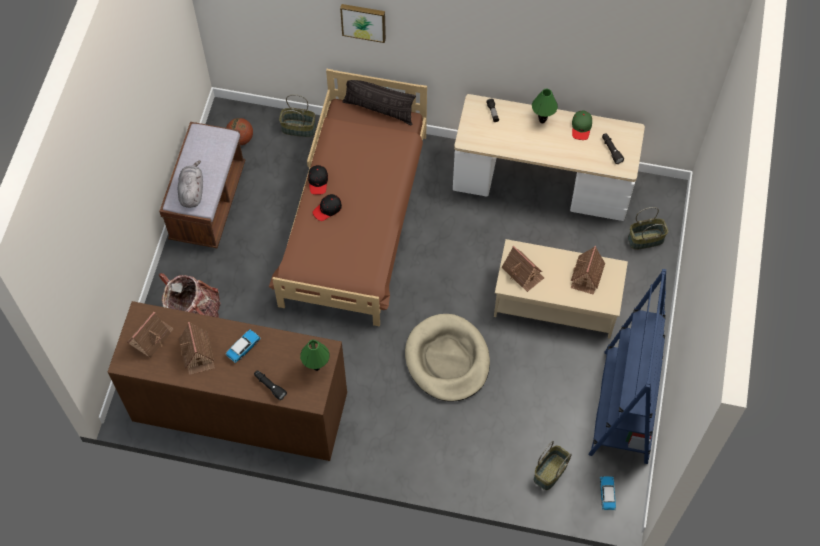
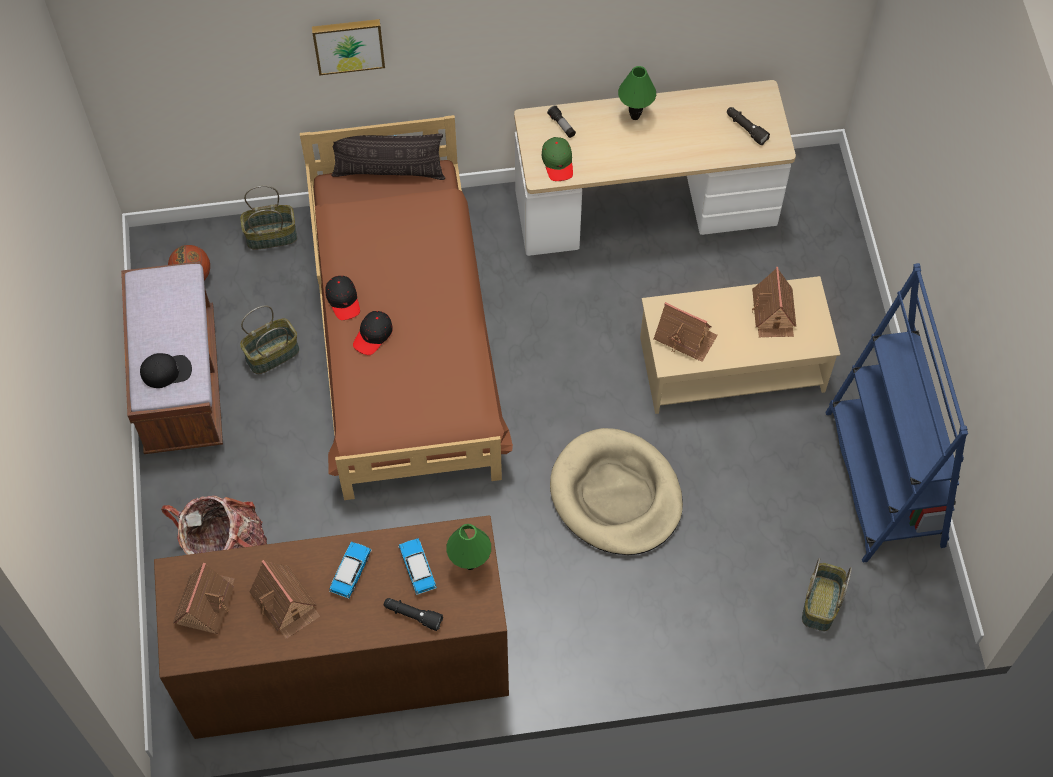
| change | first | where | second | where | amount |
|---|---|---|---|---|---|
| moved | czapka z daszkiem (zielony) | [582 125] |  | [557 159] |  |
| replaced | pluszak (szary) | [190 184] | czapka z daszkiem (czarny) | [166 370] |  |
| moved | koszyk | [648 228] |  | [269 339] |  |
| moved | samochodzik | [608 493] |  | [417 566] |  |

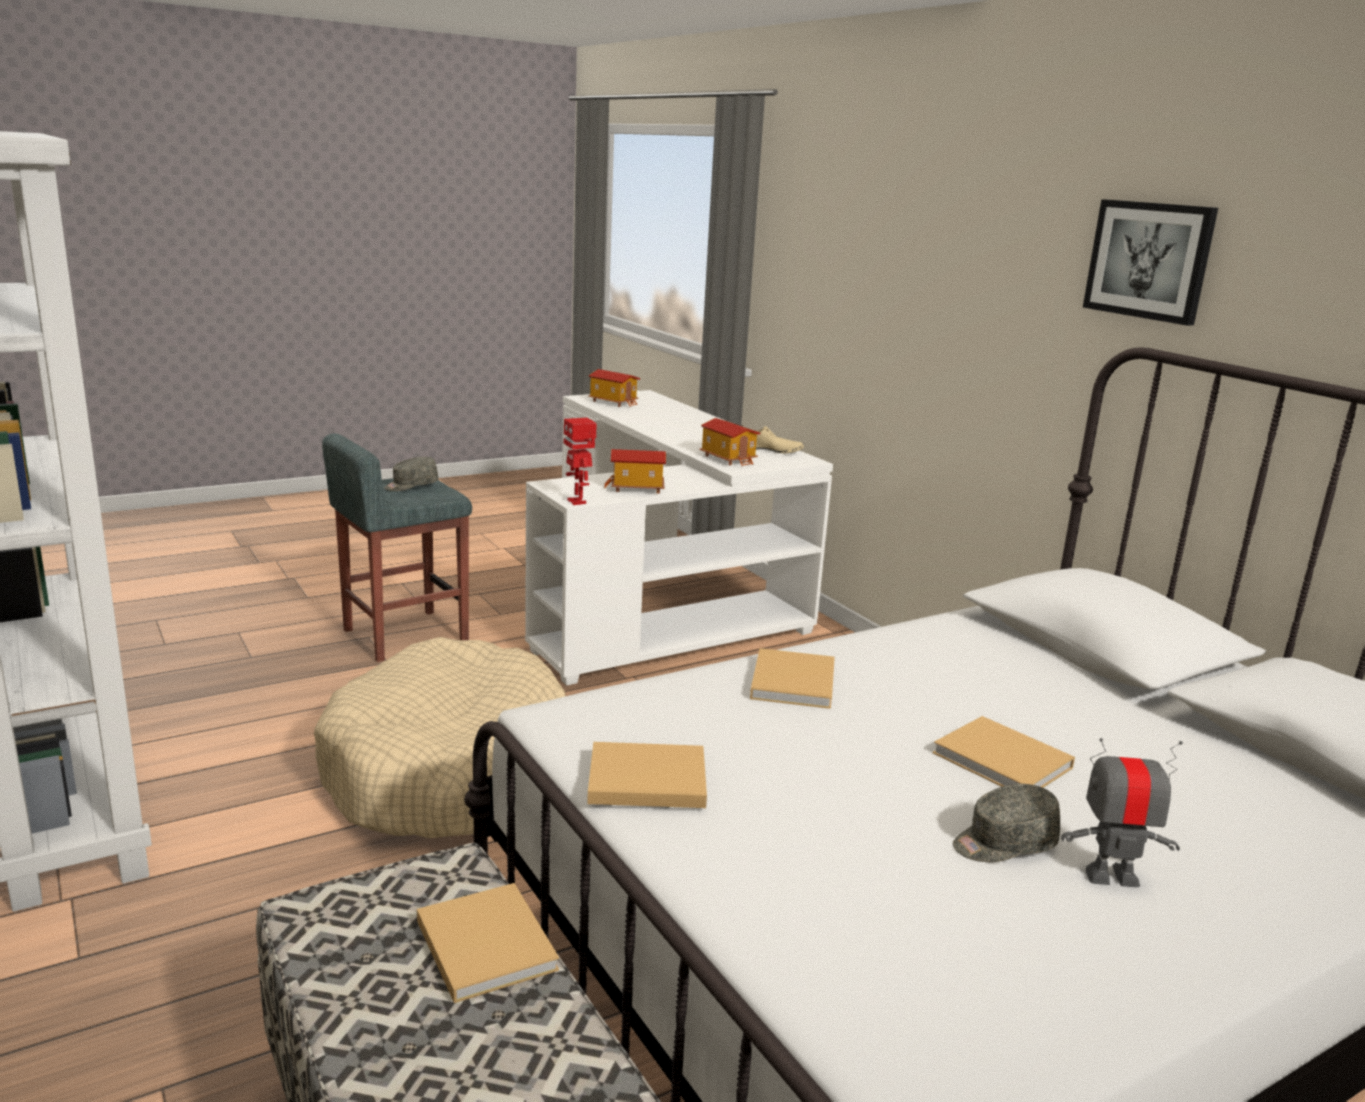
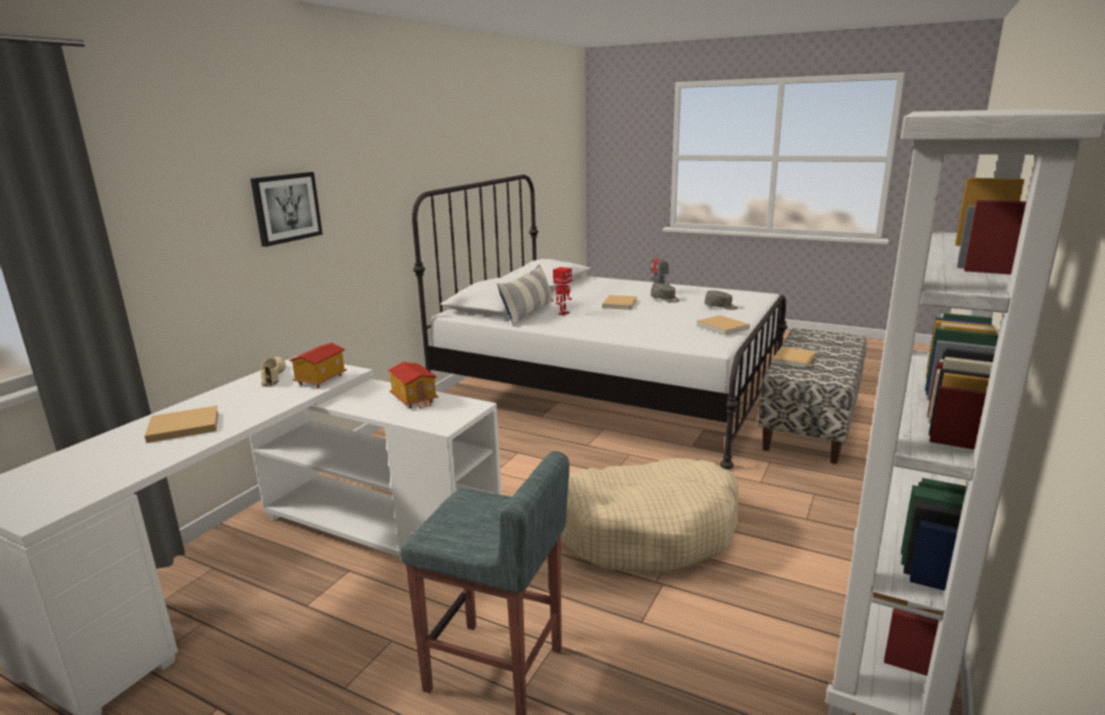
| change | first | where | second | where | amount |
|---|---|---|---|---|---|
| moved | obraz | [1150 262] |  | [286 209] |  |
| removed | domek | [614 388] |  |  |  |
| moved | robot zabawkowy | [580 461] |  | [562 291] |  |
| moved | czapka z daszkiem (szary) | [411 474] |  | [721 300] |  |
| moved | książka (beżowy) | [792 678] |  | [182 424] |  |
| added |  |  | poduszka | [525 295] |  |

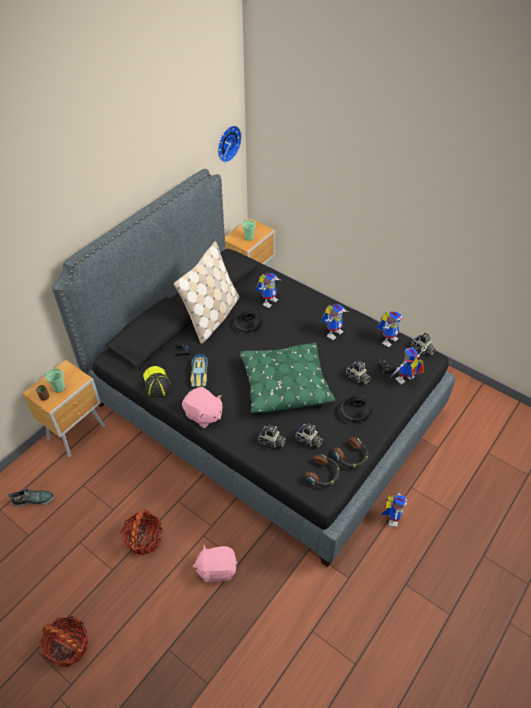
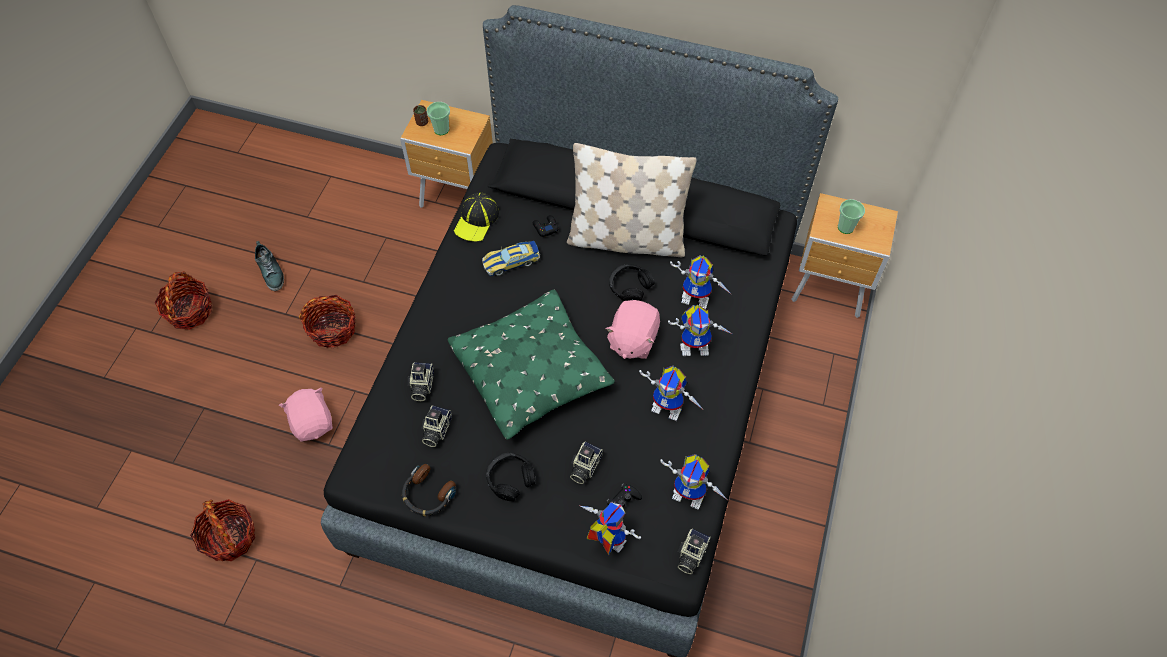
| change | first | where | second | where | amount |
|---|---|---|---|---|---|
| removed | zegar ścienny | [230 143] |  |  |  |
| turned | czapka z daszkiem | [157 382] |  | [476 217] | 150 degrees clockwise |
| moved | pluszak (różowy) | [202 407] |  | [632 329] |  |
| removed | słuchawki | [322 470] |  |  |  |
| moved | but | [31 497] |  | [269 266] |  |
| moved | robot zabawkowy | [394 509] |  | [700 330] |  |
| added |  |  | koszyk | [222 530] |  |

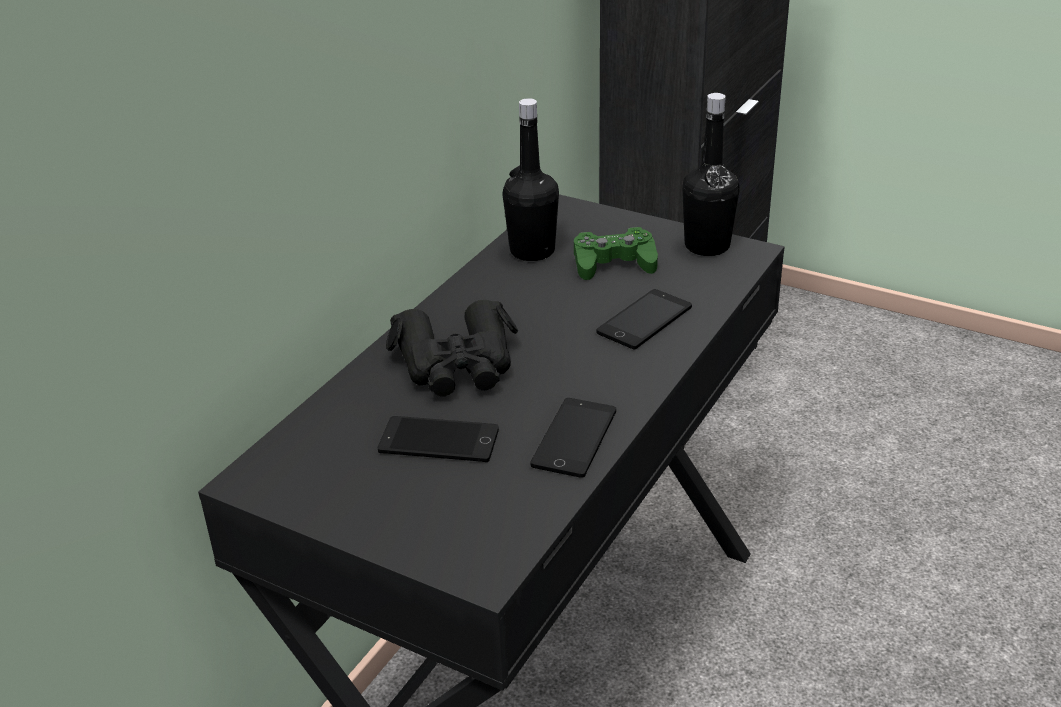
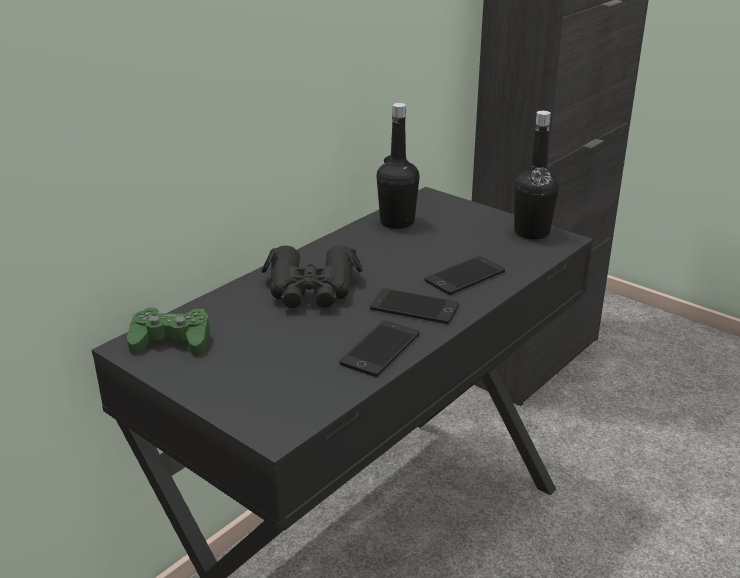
| change | first | where | second | where | amount |
|---|---|---|---|---|---|
| moved | pad do gier (zielony) | [616 253] |  | [168 332] |  |
| moved | telefon | [438 439] |  | [414 306] |  |

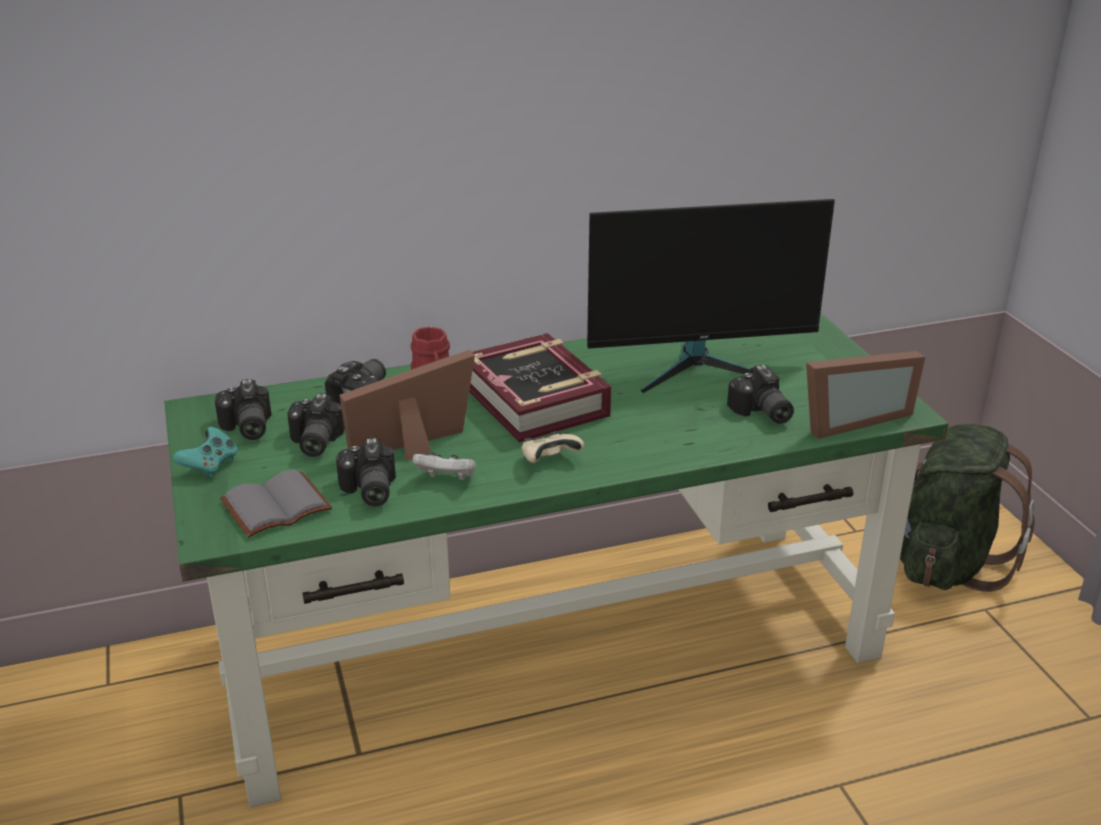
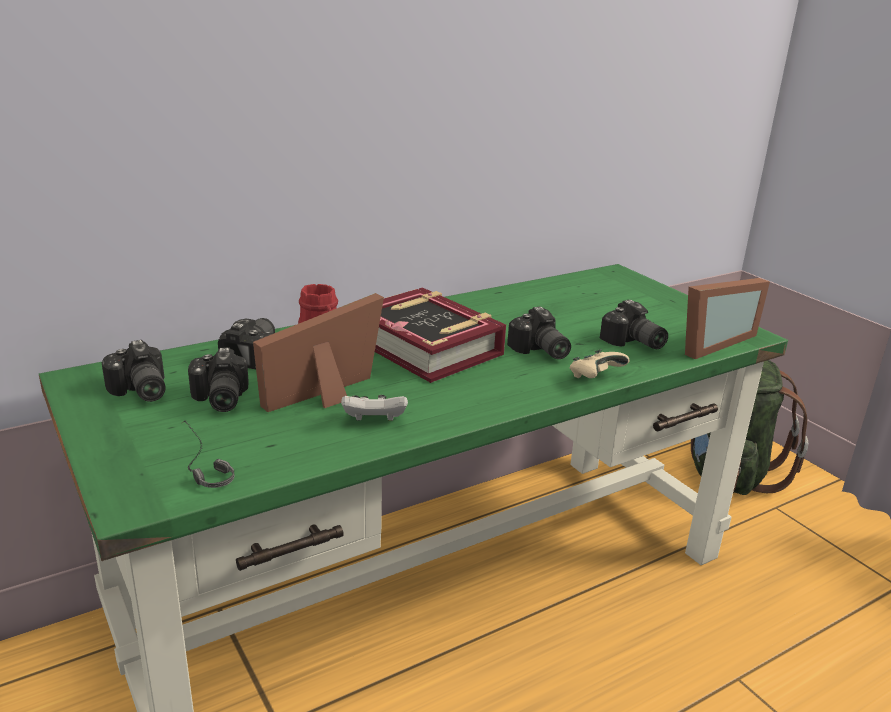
| change | first | where | second | where | amount |
|---|---|---|---|---|---|
| removed | monitor | [711 296] |  |  |  |
| removed | pad do gier (turkusowy) | [205 452] |  |  |  |
| moved | pad do gier (beżowy) | [552 447] |  | [599 363] |  |
| moved | aparat fotograficzny | [366 472] |  | [539 333] |  |
| replaced | książka (szary) | [276 504] | słuchawki | [208 454] |  |

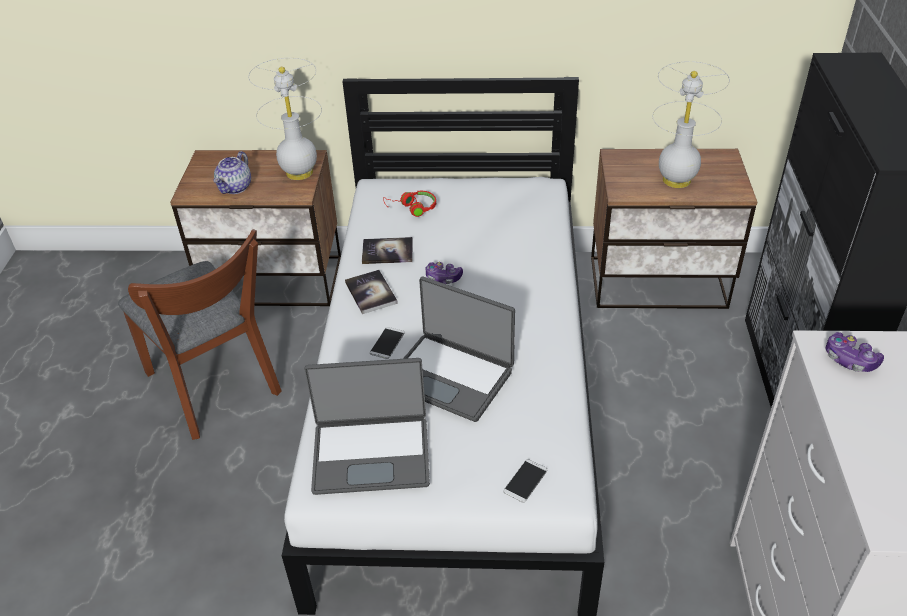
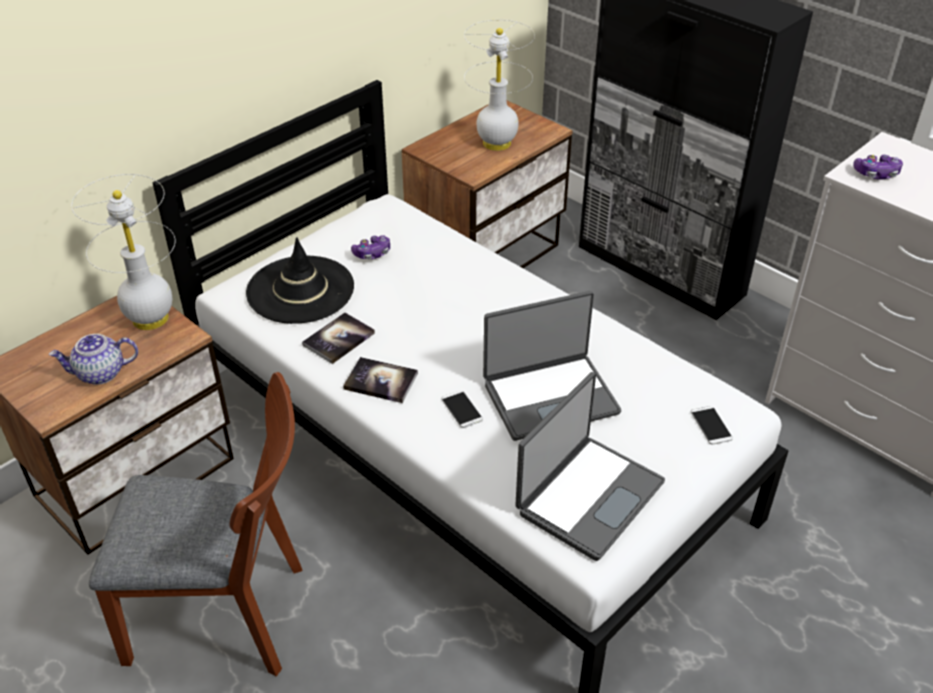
| change | first | where | second | where | amount |
|---|---|---|---|---|---|
| turned | imbryk | [232 172] |  | [93 359] | 105 degrees clockwise |
| replaced | słuchawki (czerwony) | [409 204] | kapelusz (czarny) | [300 280] |  |
| moved | pad do gier | [444 273] |  | [370 247] |  |

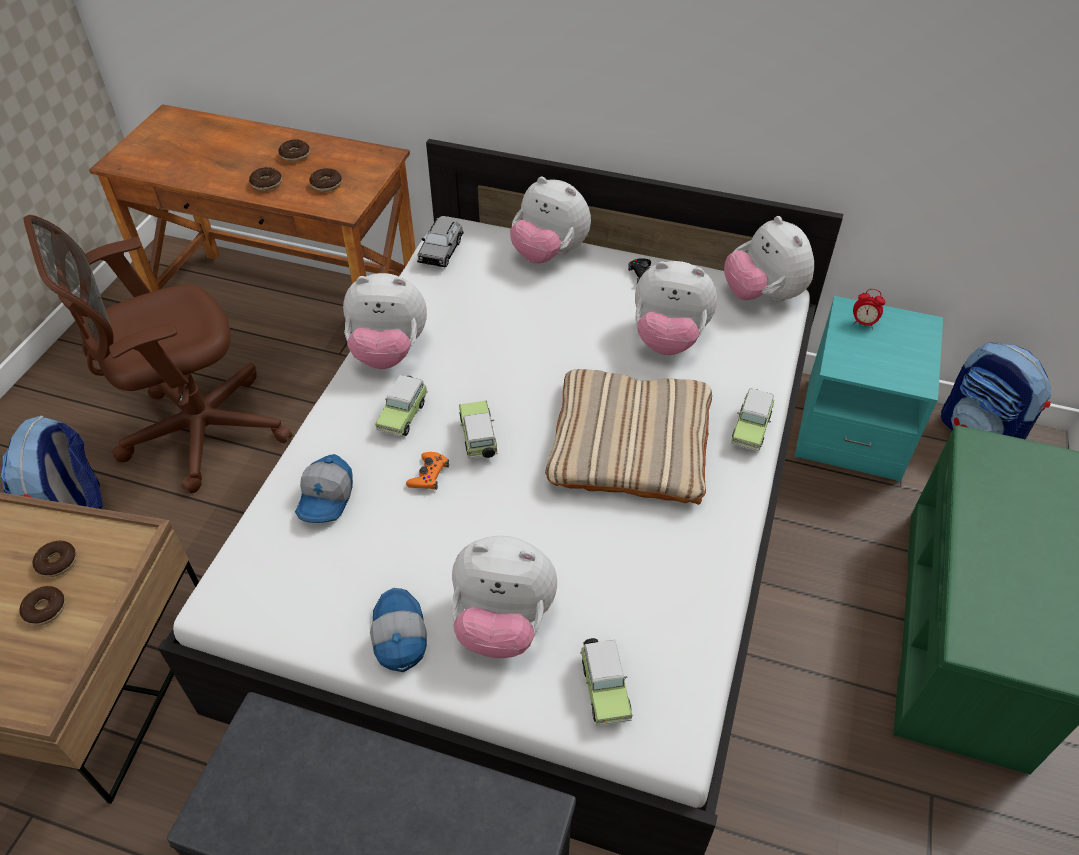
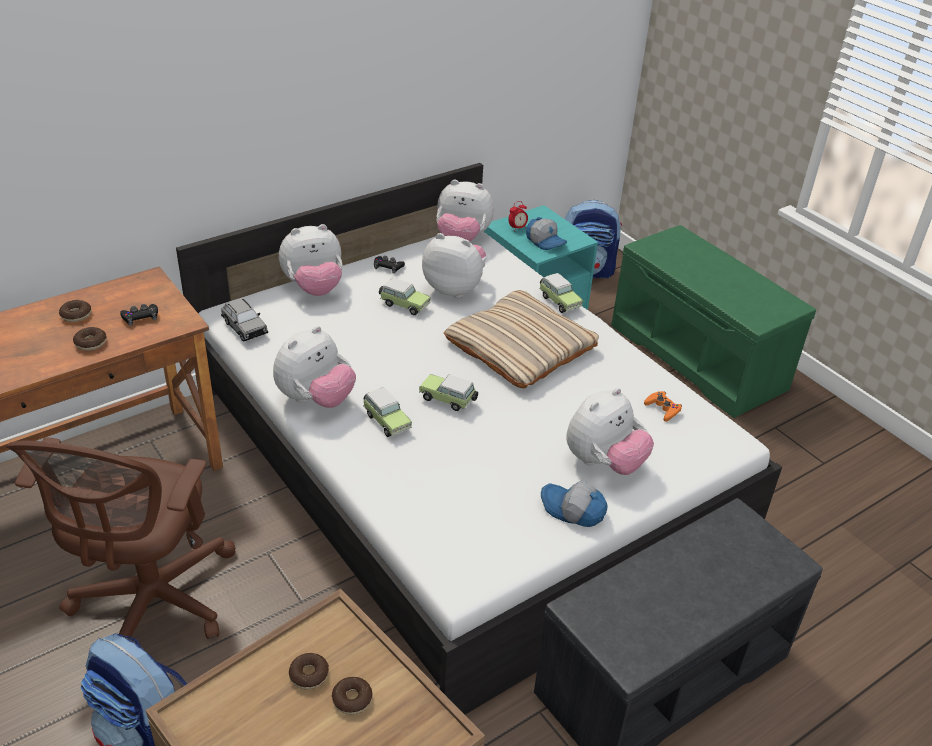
| change | first | where | second | where | amount |
|---|---|---|---|---|---|
| replaced | donut | [325 180] | pad do gier (czarny) | [139 315] |  |
| turned | pluszak | [676 308] |  | [454 265] | 120 degrees counterclockwise |
| moved | pad do gier (pomarańczowy) | [427 471] |  | [663 406] |  |
| moved | czapka z daszkiem | [324 488] |  | [546 233] |  |
| moved | samochodzik | [606 682] |  | [405 296] |  |

